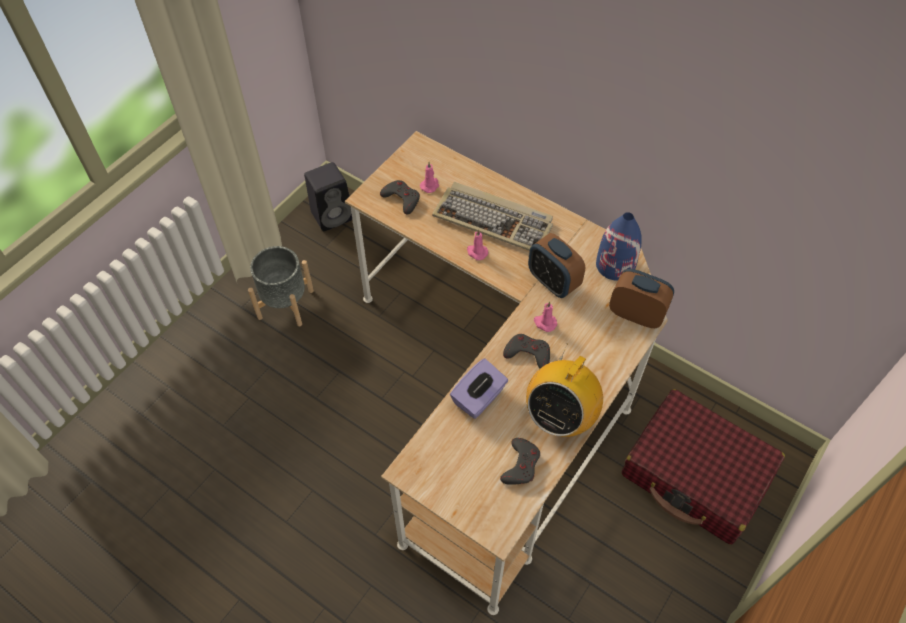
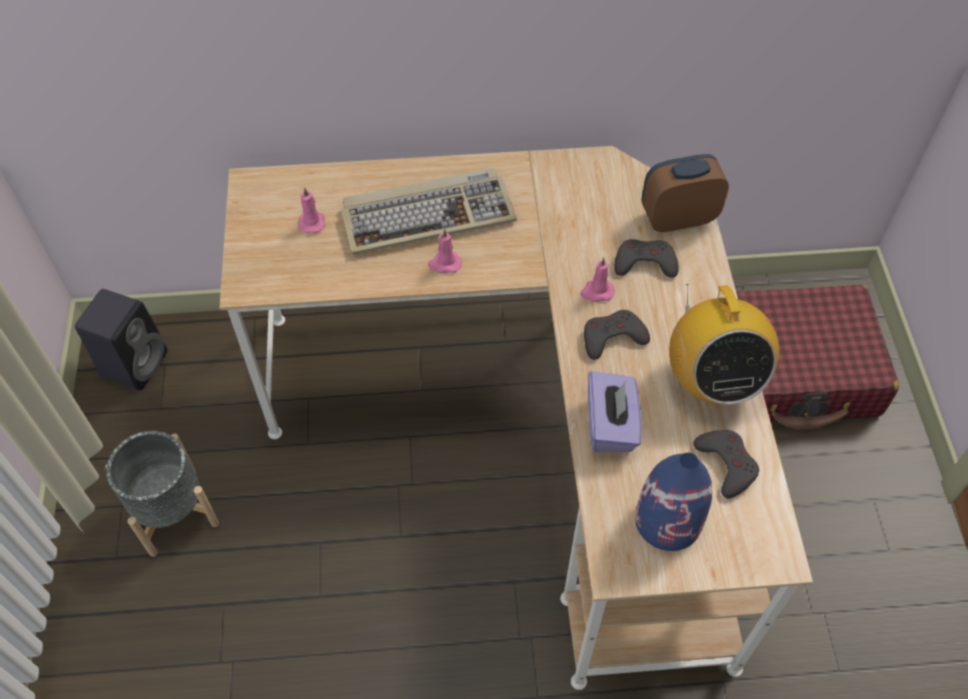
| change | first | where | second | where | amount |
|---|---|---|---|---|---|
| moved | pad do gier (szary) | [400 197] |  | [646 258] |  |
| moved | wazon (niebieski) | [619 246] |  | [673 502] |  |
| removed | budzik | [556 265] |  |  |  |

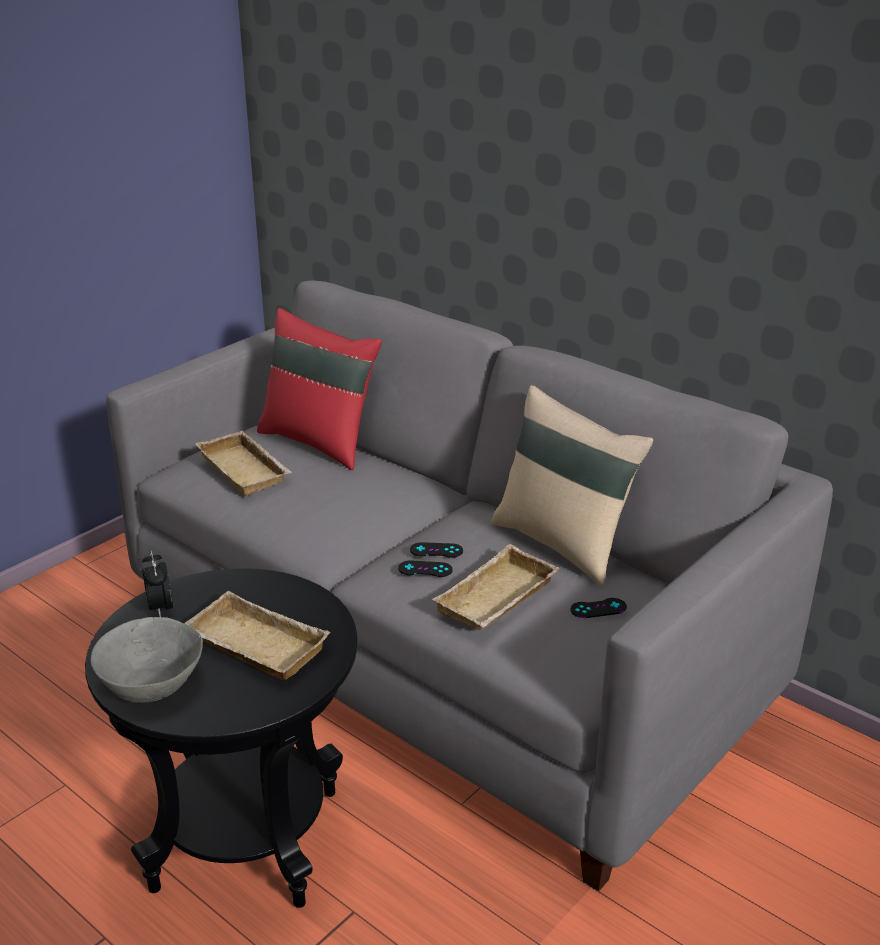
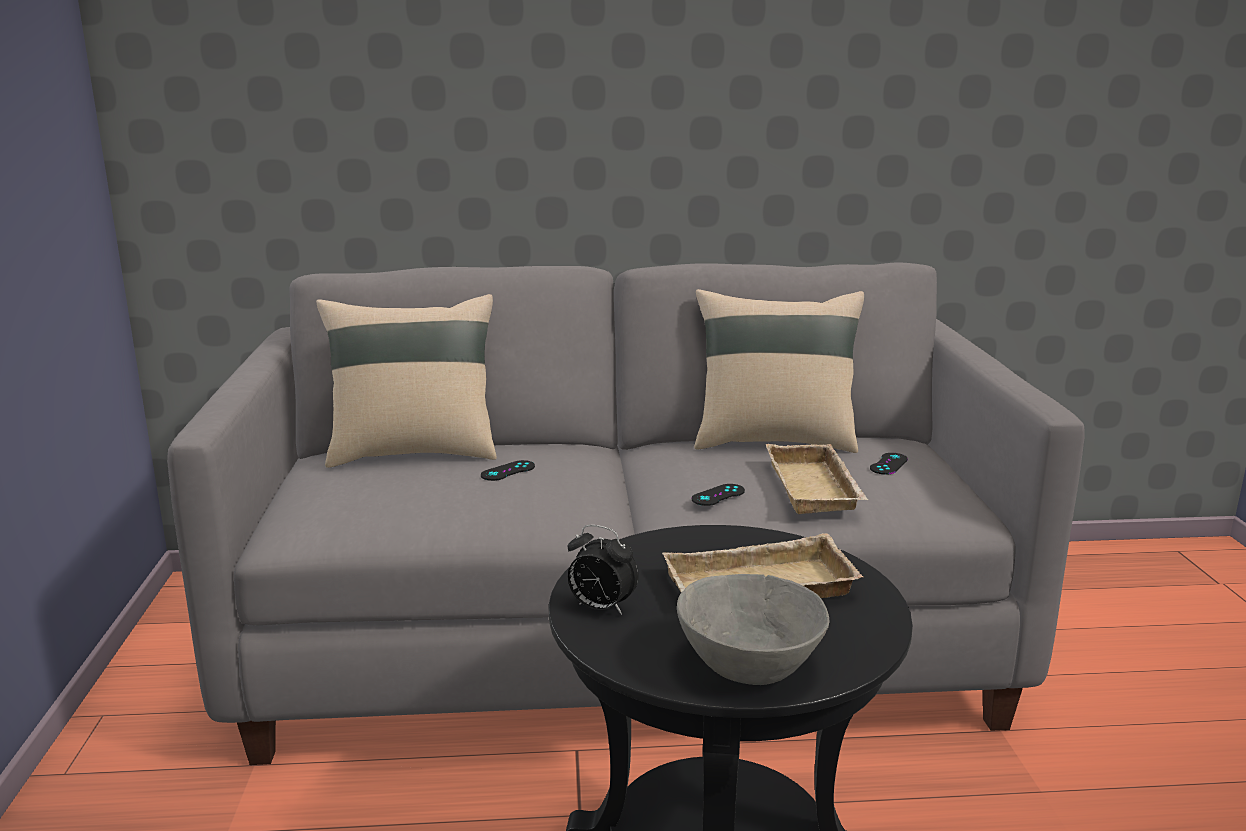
| change | first | where | second | where | amount |
|---|---|---|---|---|---|
| recoloured | poduszka (czerwony) | [319 389] | poduszka (beżowy) | [406 381] |  |
| removed | taca (beżowy) | [243 463] |  |  |  |
| moved | pad do gier (czarny) | [436 550] |  | [508 470] |  |

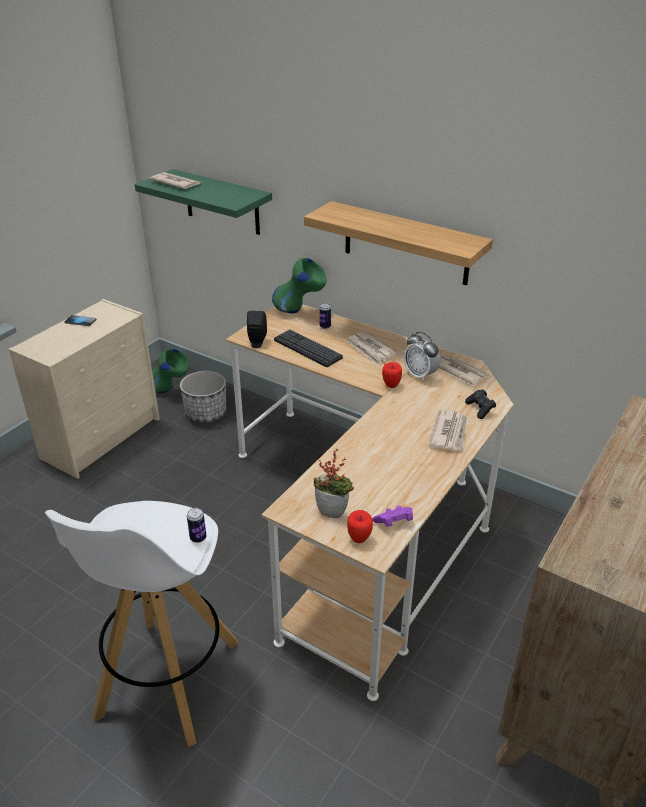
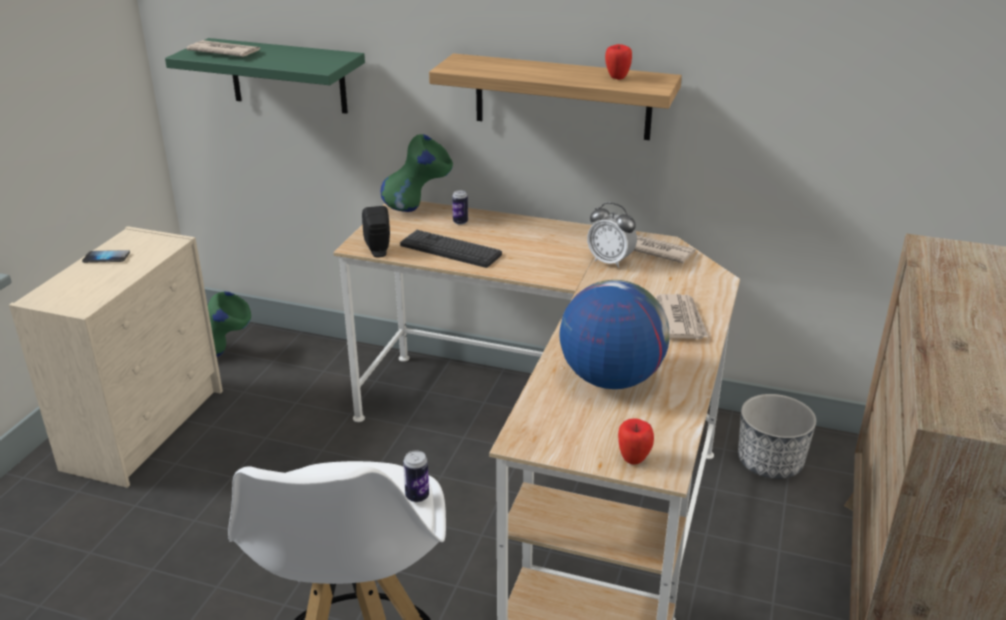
| change | first | where | second | where | amount |
|---|---|---|---|---|---|
| removed | gazeta | [372 348] |  |  |  |
| moved | jabłko | [392 375] |  | [618 62] |  |
| moved | donica | [203 397] |  | [777 436] |  |
| removed | pad do gier (czarny) | [480 404] |  |  |  |
| removed | roślina doniczkowa | [334 483] |  |  |  |
| removed | pad do gier (fioletowy) | [393 516] |  |  |  |
| added |  |  | globus | [614 334] |  |

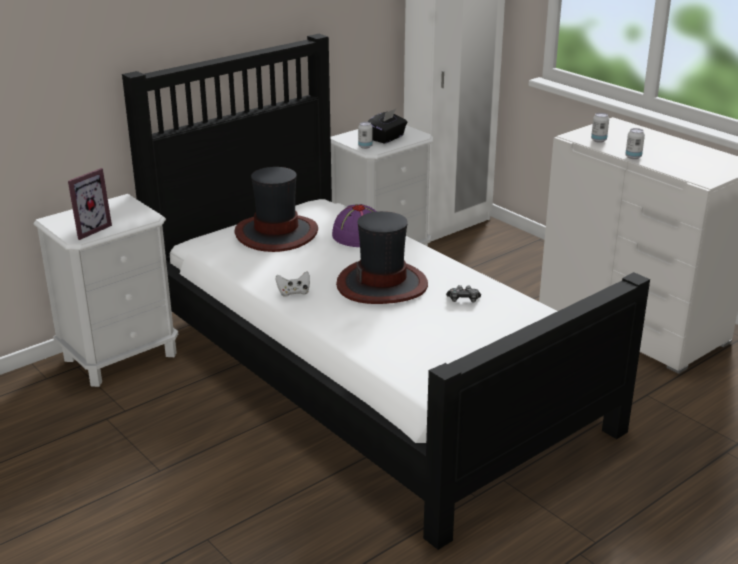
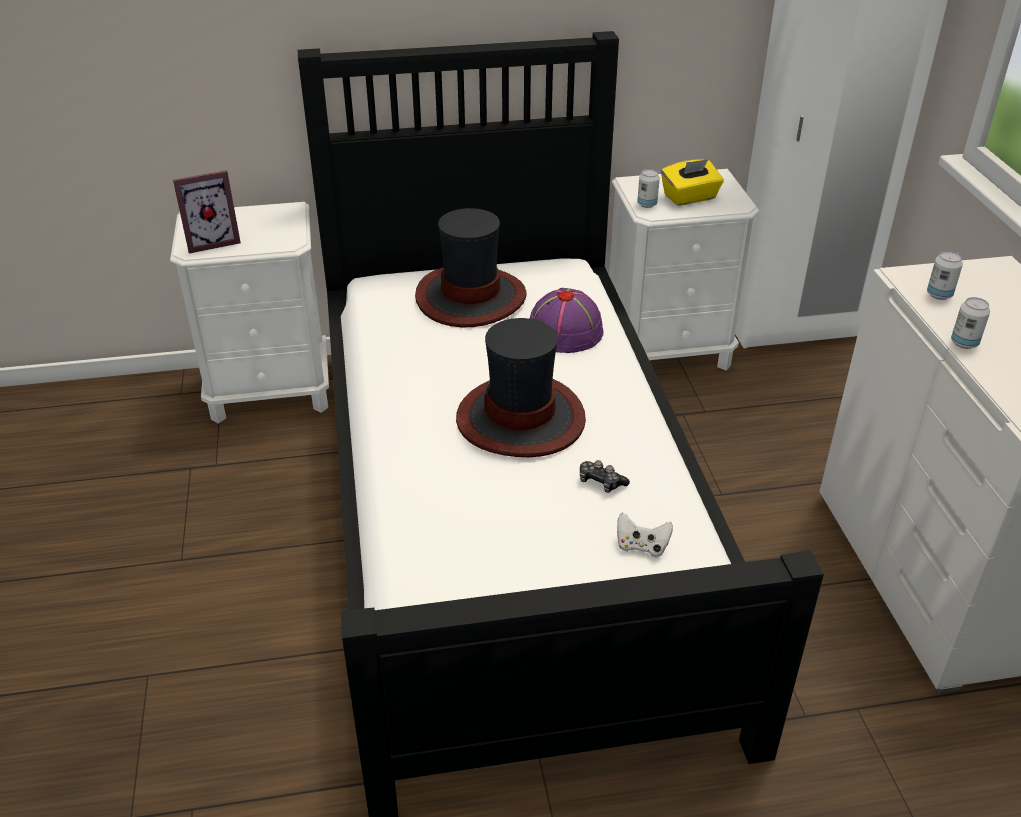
| change | first | where | second | where | amount |
|---|---|---|---|---|---|
| recoloured | pudełko chusteczek (czarny) | [387 126] | pudełko chusteczek (żółty) | [692 182] |  |
| moved | pad do gier (biały) | [293 284] |  | [645 534] |  |

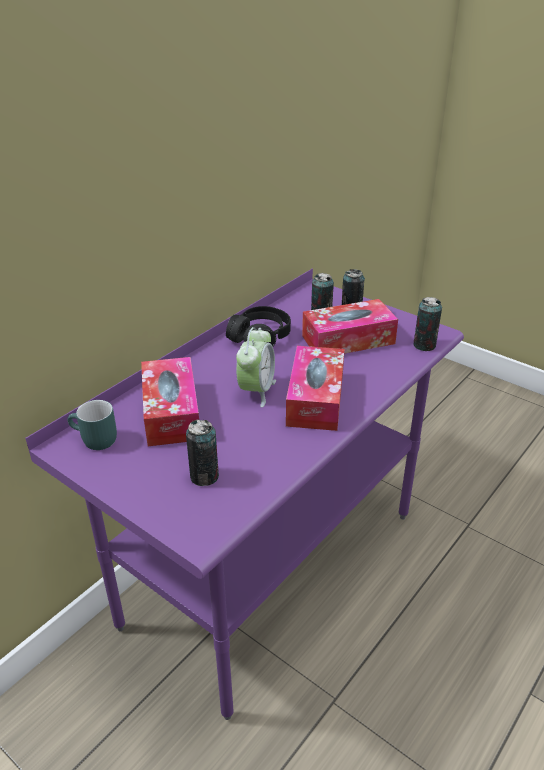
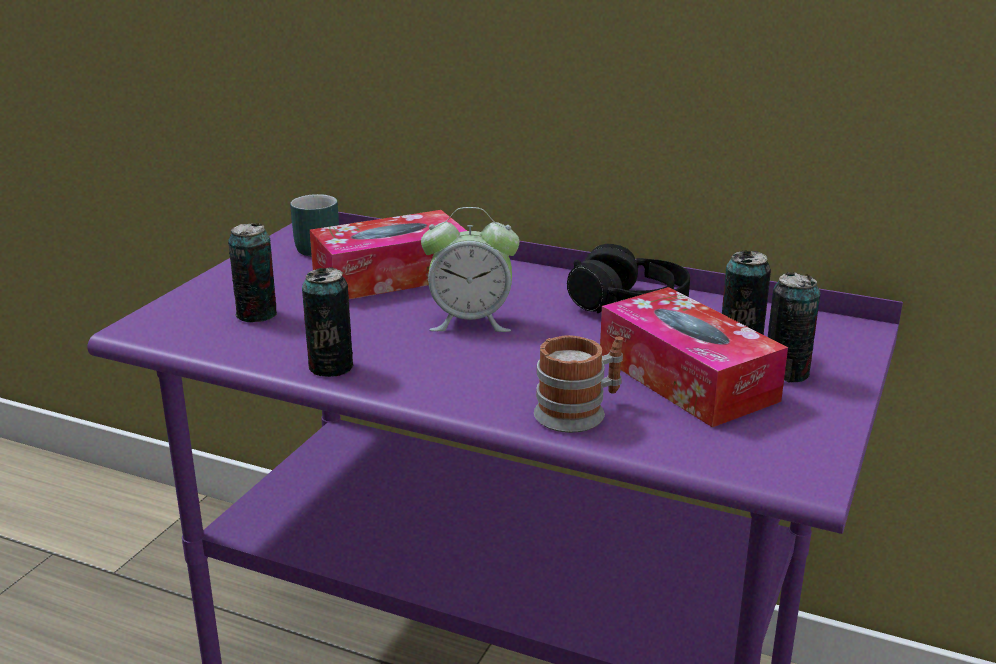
| change | first | where | second | where | amount |
|---|---|---|---|---|---|
| moved | puszka | [428 324] |  | [327 322] |  |
| removed | pudełko chusteczek | [315 388] |  |  |  |
| added |  |  | kubek | [578 384] |  |

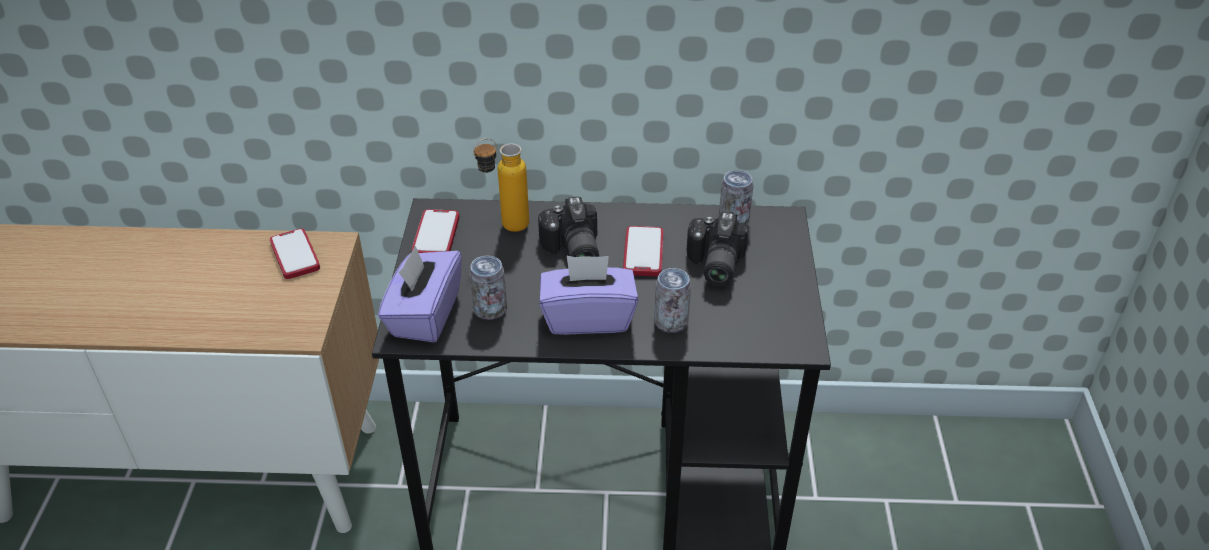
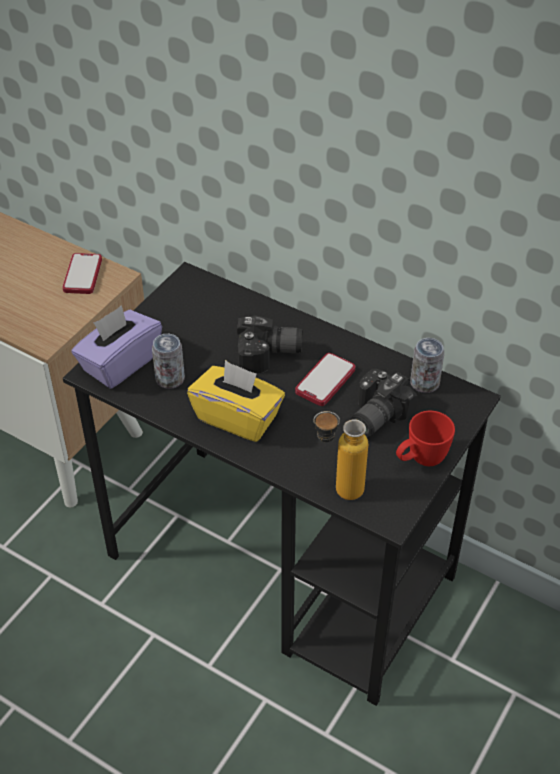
| change | first | where | second | where | amount |
|---|---|---|---|---|---|
| moved | butelka | [501 185] |  | [341 455] |  |
| turned | aparat fotograficzny | [568 226] |  | [269 344] | 105 degrees counterclockwise |
| removed | telefon | [435 231] |  |  |  |
| recoloured | pudełko chusteczek (fioletowy) | [588 295] | pudełko chusteczek (żółty) | [236 401] |  |
| removed | puszka | [672 300] |  |  |  |
| added |  |  | kubek (czerwony) | [425 438] |  |

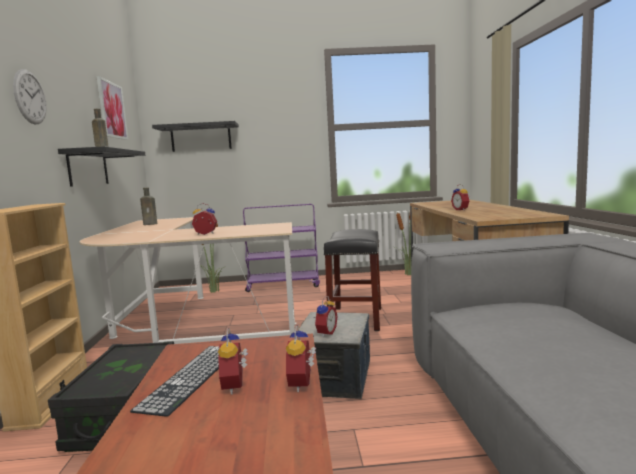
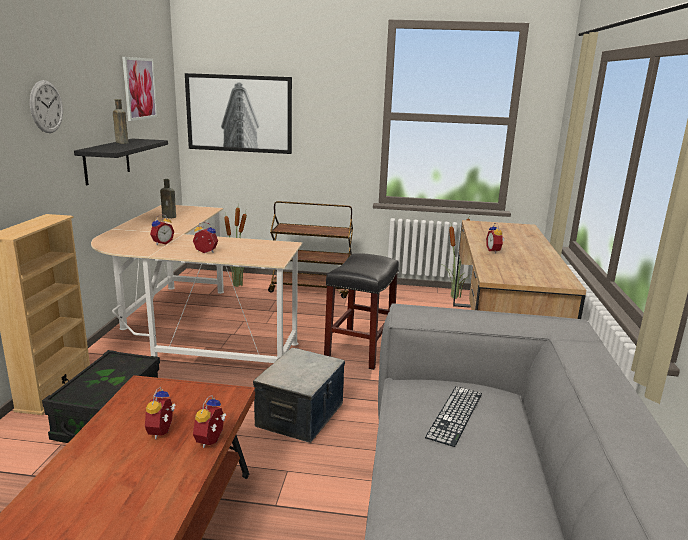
| change | first | where | second | where | amount |
|---|---|---|---|---|---|
| replaced | półka (czarny) | [195 136] | obraz | [238 113] |  |
| recoloured | wózek (fioletowy) | [281 248] | wózek (brązowy) | [310 249] |  |
| moved | budzik | [325 317] |  | [162 229] |  |
| moved | klawiatura | [174 381] |  | [453 416] |  |

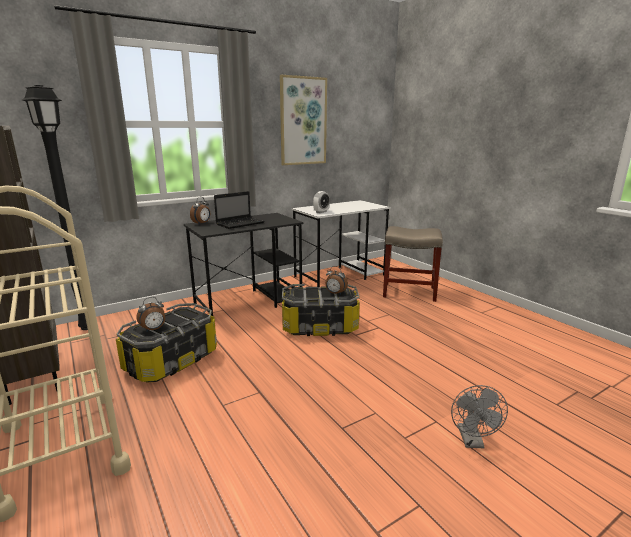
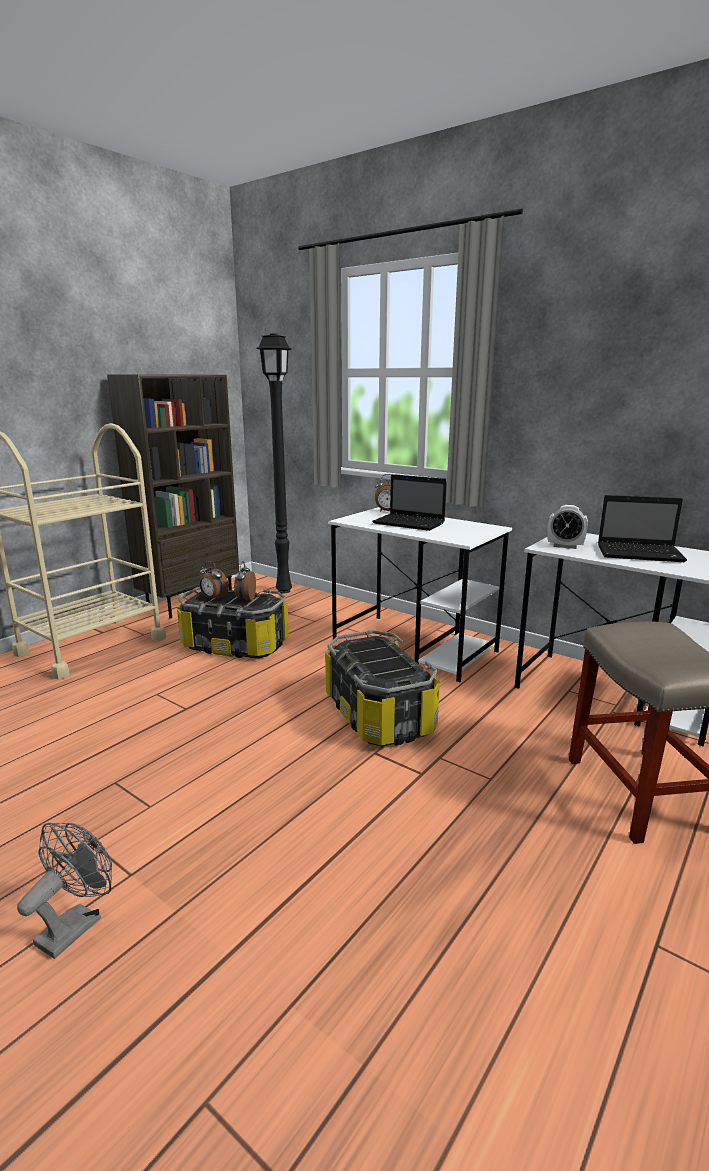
| change | first | where | second | where | amount |
|---|---|---|---|---|---|
| removed | obraz | [303 120] |  |  |  |
| recoloured | biurko (czarny) | [244 264] | biurko (biały) | [420 594] |  |
| moved | budzik | [337 280] |  | [245 581] |  |
| turned | wentylator (szary) | [479 416] |  | [64 891] | 135 degrees clockwise |
| added |  |  | laptop | [642 528] |  |

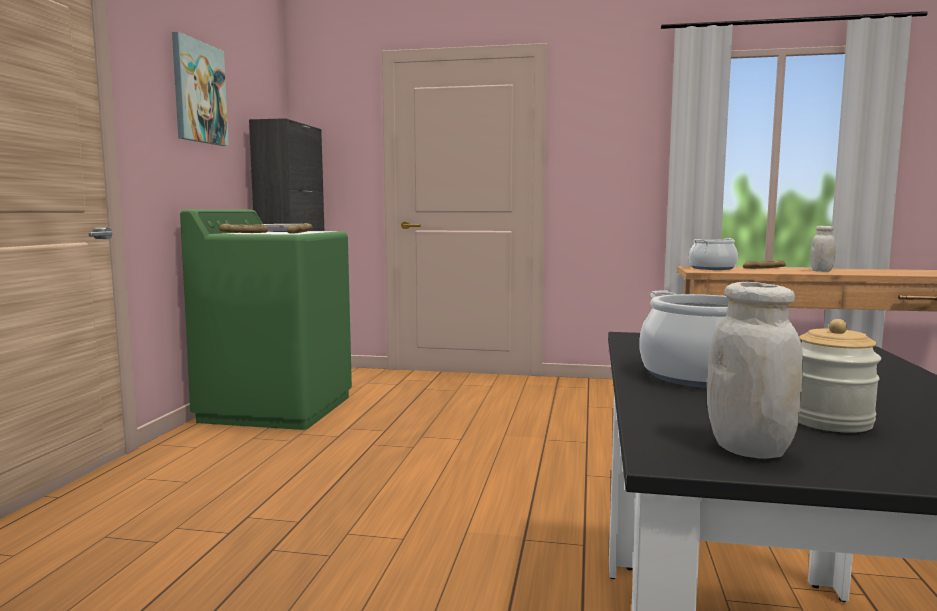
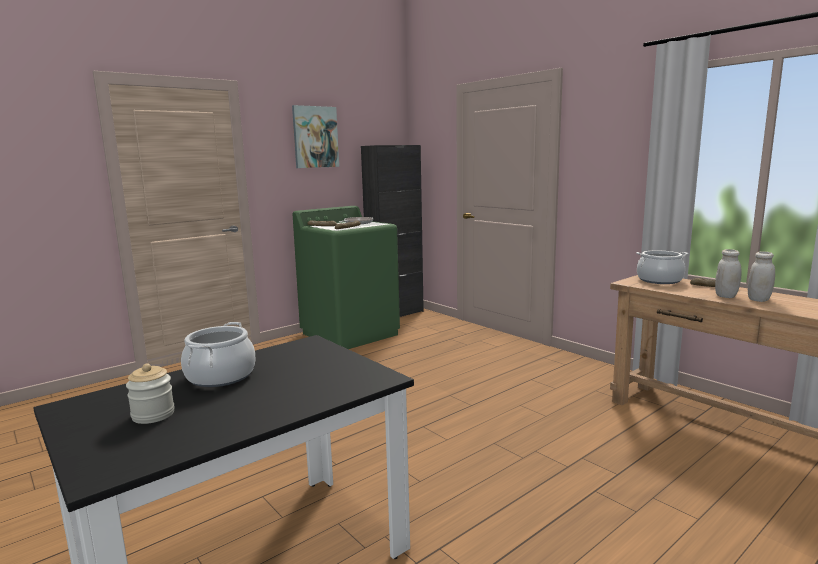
| change | first | where | second | where | amount |
|---|---|---|---|---|---|
| moved | słoik (biały) | [755 370] |  | [728 273] |  |

